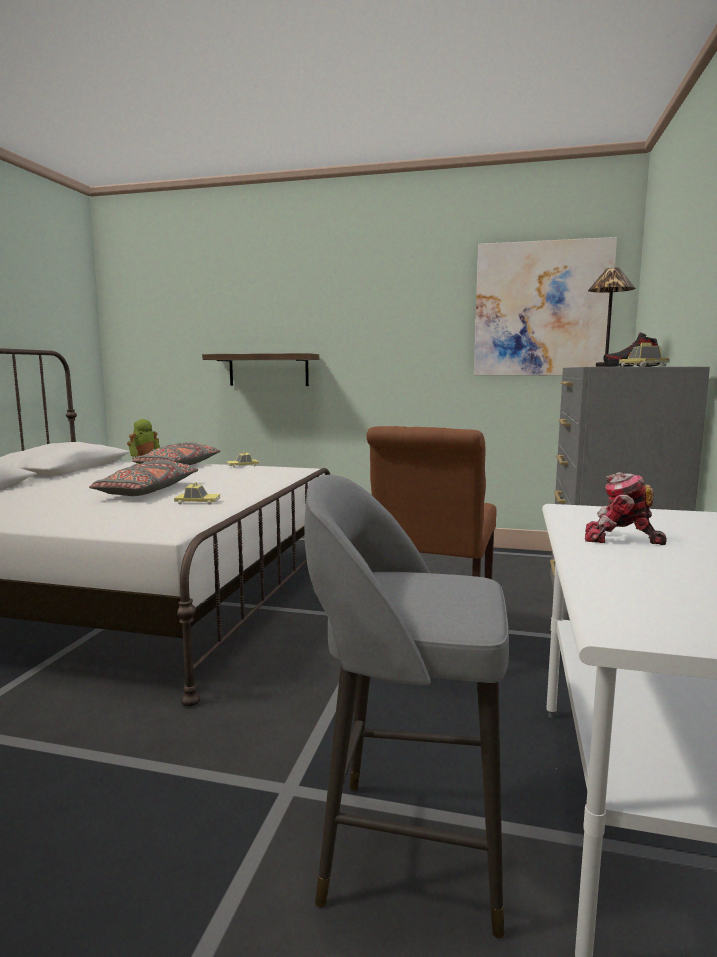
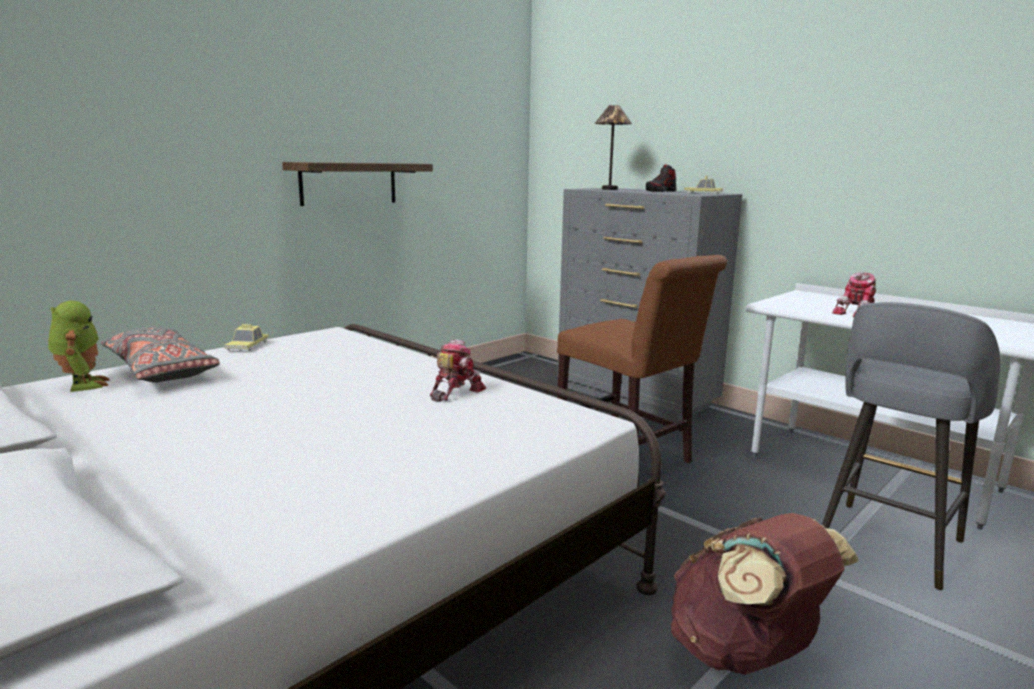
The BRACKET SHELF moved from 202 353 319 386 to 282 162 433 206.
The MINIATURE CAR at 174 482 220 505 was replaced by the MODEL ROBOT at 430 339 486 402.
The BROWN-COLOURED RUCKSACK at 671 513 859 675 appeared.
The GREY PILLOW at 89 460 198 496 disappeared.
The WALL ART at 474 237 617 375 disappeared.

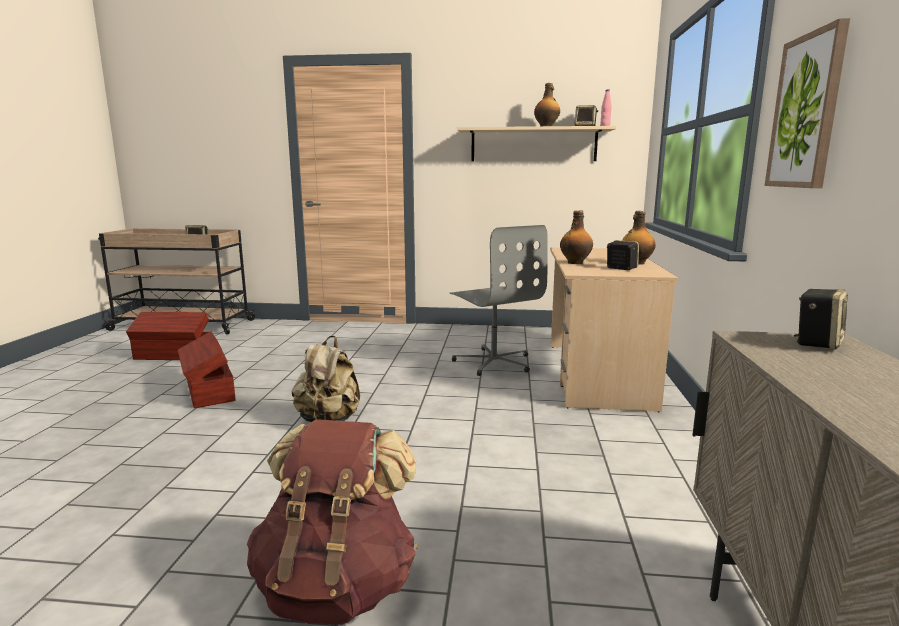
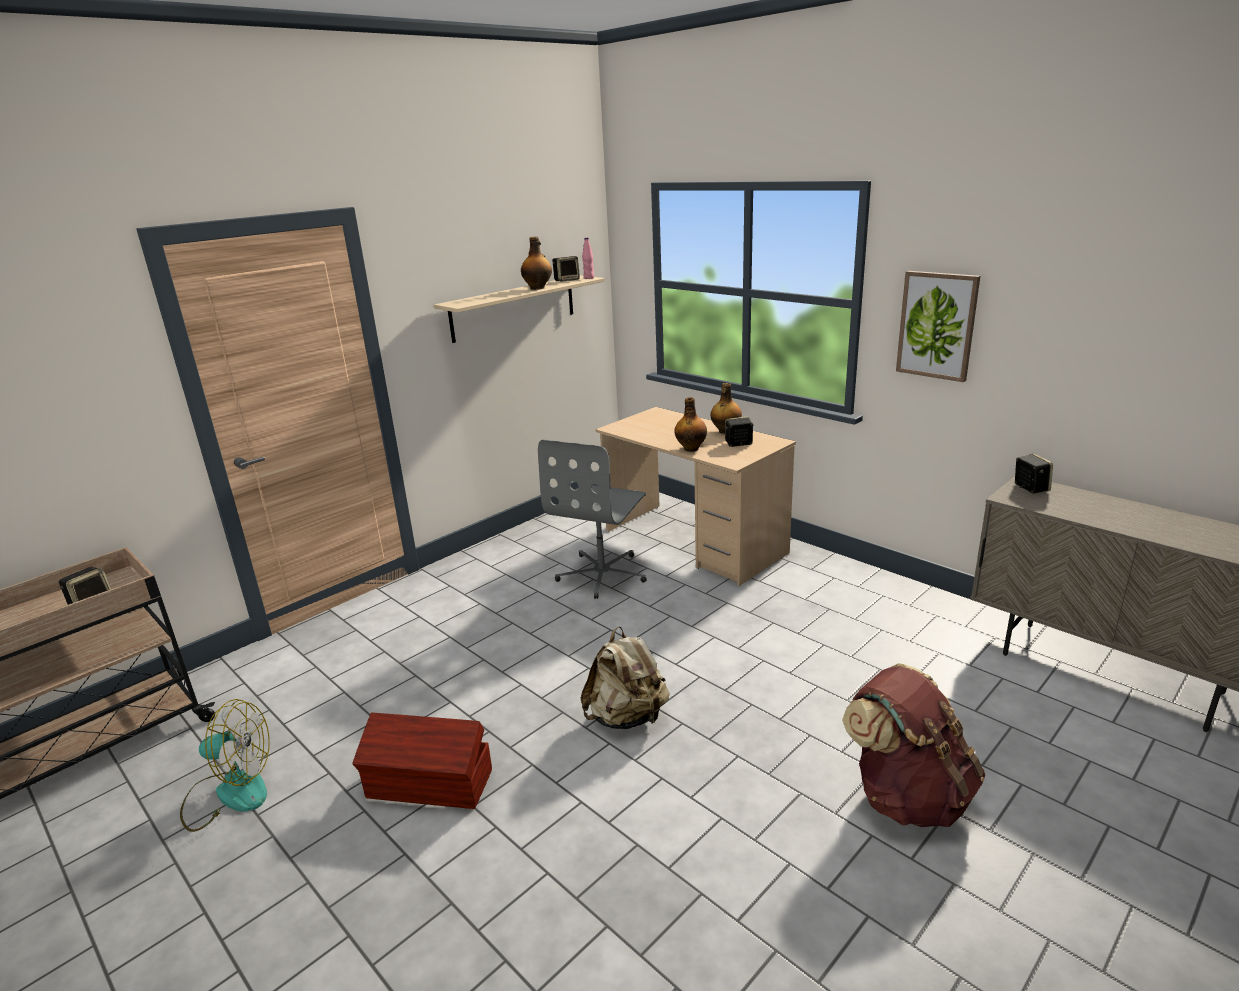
The BROWN-COLOURED STORAGE BOX at 126 312 209 360 was replaced by the ELECTRIC FAN at 180 699 270 832.
The GREY DESK CHAIR at 450 225 548 376 turned 105 degrees clockwise.

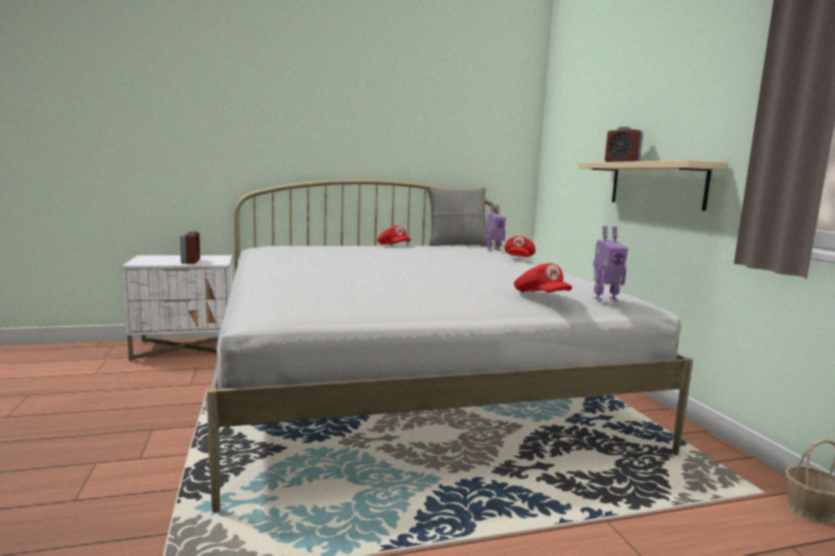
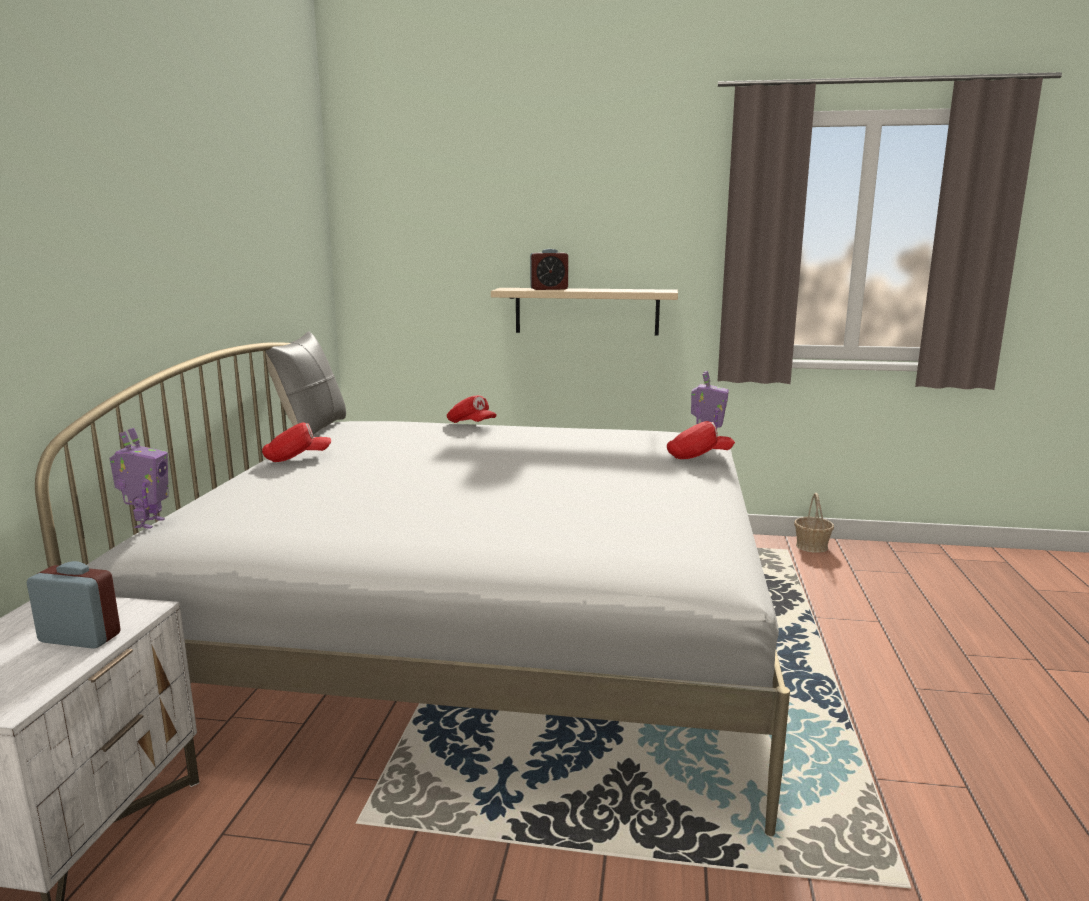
The MODEL ROBOT moved from 486 205 506 251 to 109 428 168 529.

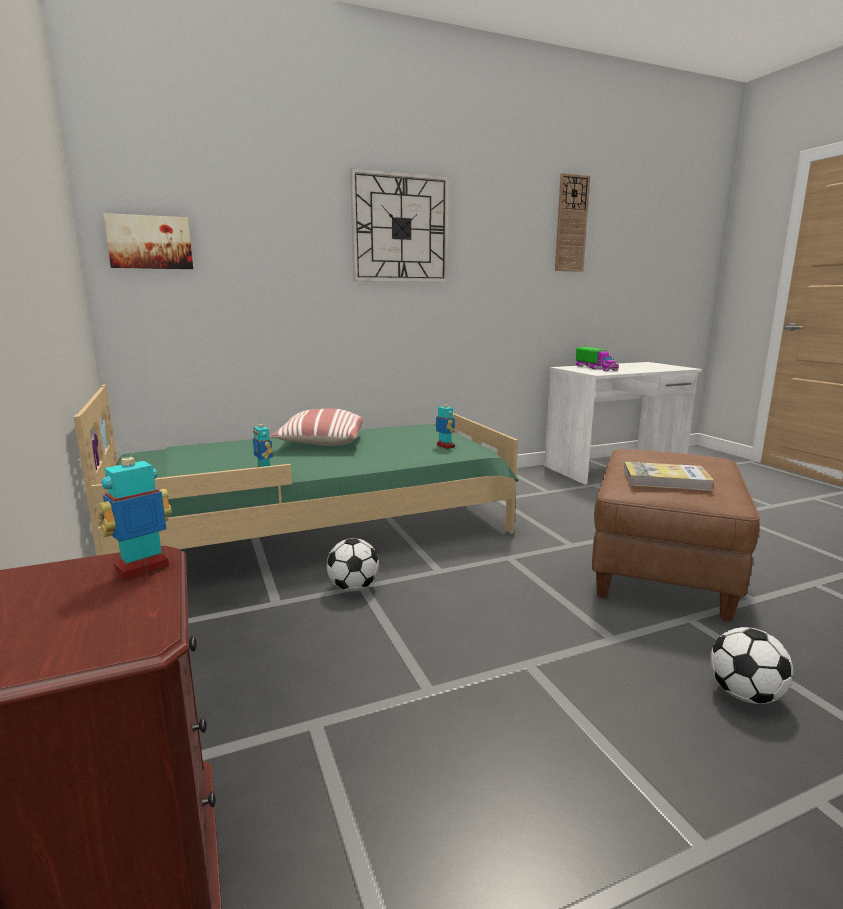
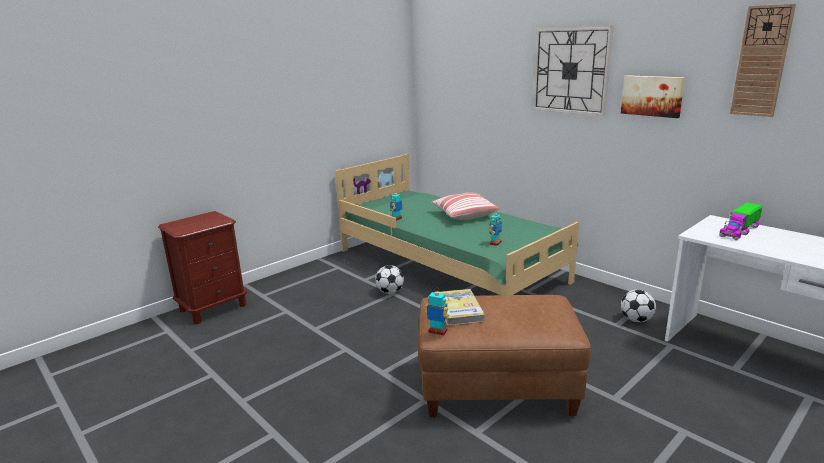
The MODEL ROBOT moved from 99 444 172 580 to 425 287 449 336.
The WALL ART moved from 103 213 193 269 to 621 75 685 118.
The FOOTBALL BALL moved from 710 627 794 704 to 621 290 656 322.

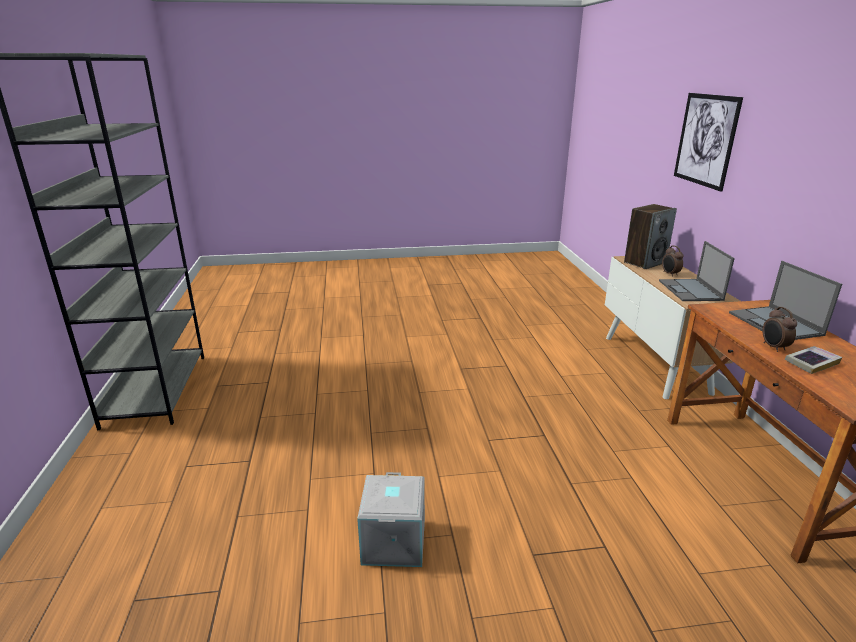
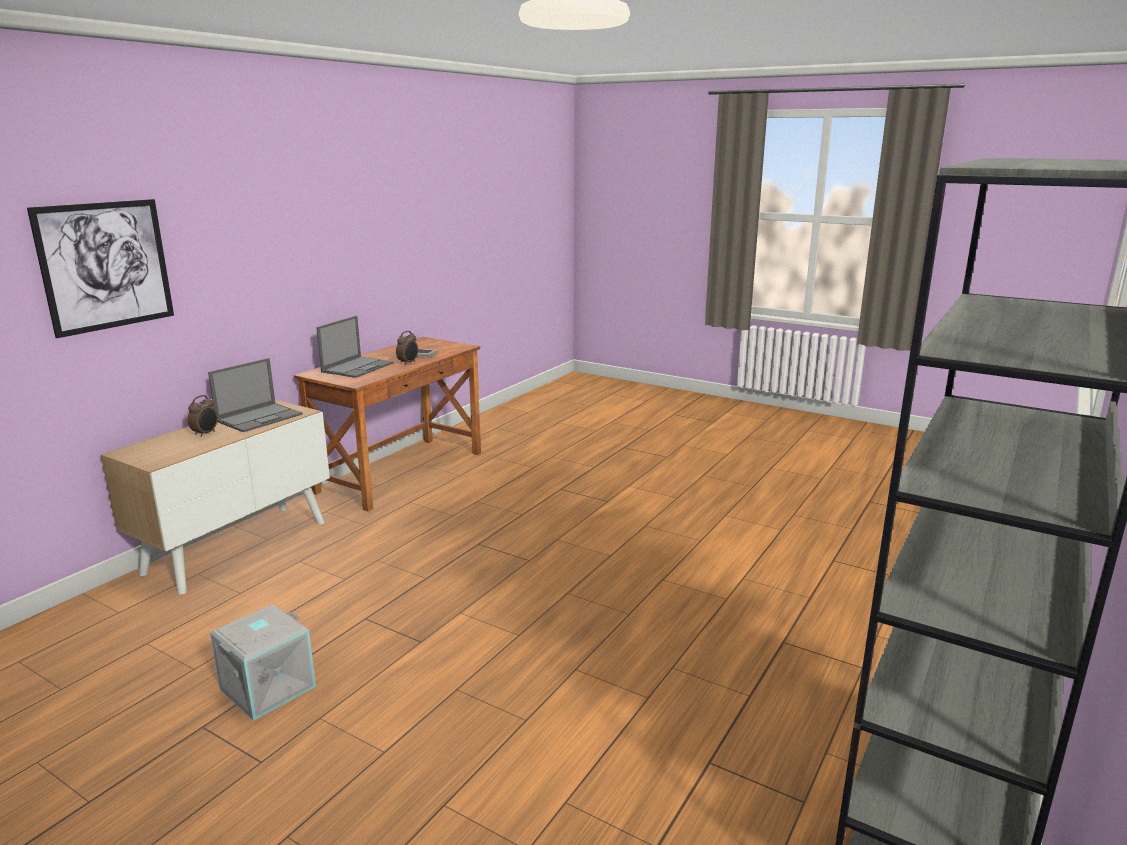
The GREY STORAGE BOX moved from 357 472 425 567 to 210 604 316 721.
The AUDIO SPEAKER at 624 204 677 269 disappeared.

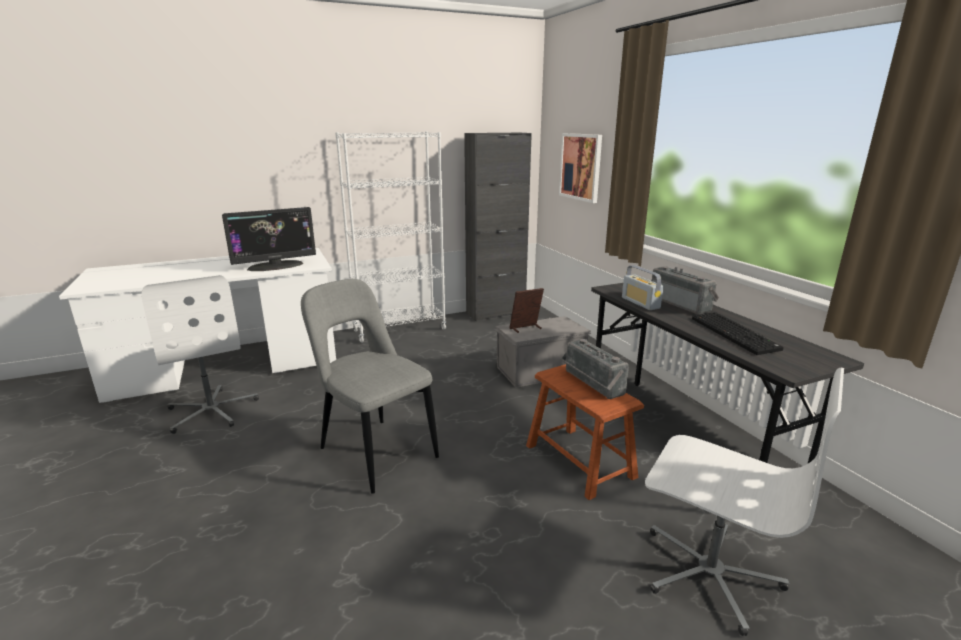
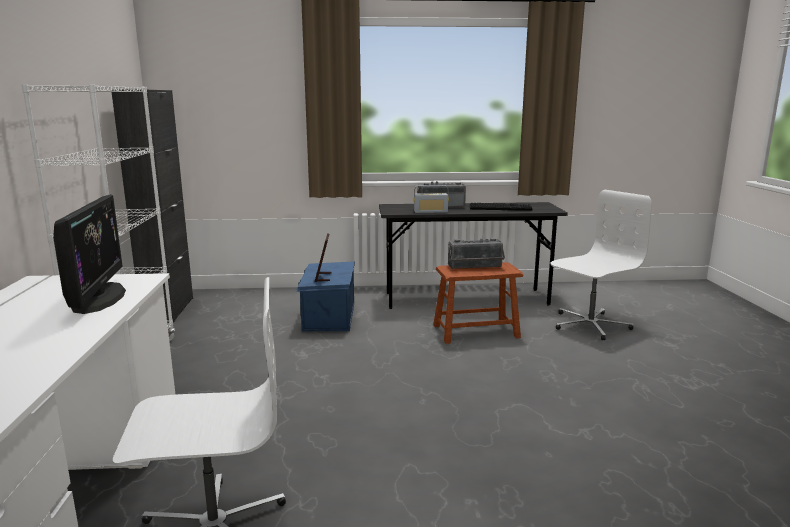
The GREY STORAGE BOX at 494 316 591 388 became the BLUISH STORAGE BOX at 296 261 355 331.
The GREY CHAIR at 301 279 439 494 disappeared.
The WALL ART at 559 133 602 203 disappeared.

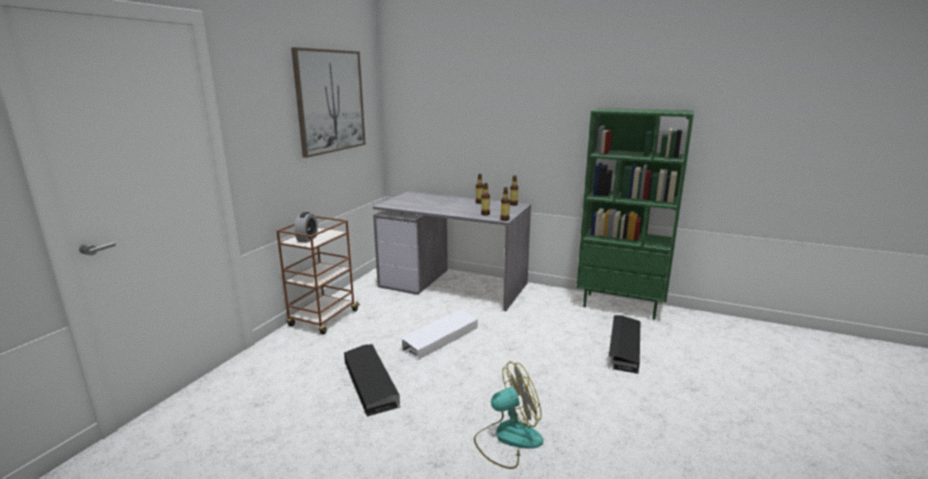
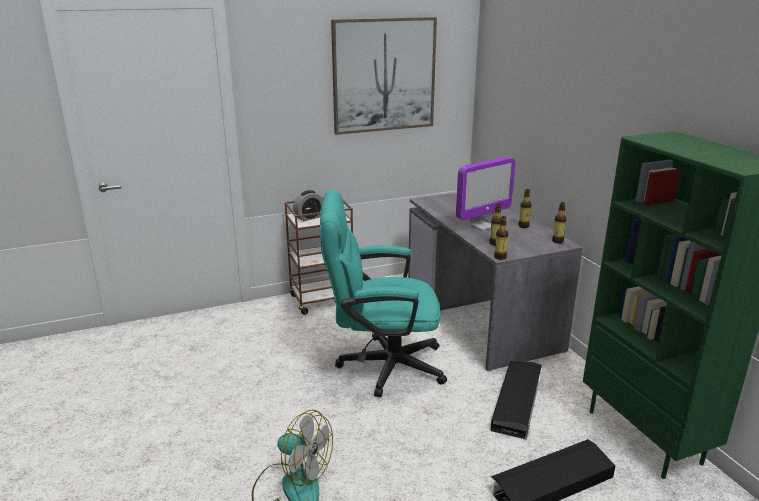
The WHITE STORAGE BOX at 399 309 478 360 was replaced by the TURQUOISE DESK CHAIR at 320 190 447 397.
The COMPUTER SCREEN at 456 157 515 231 appeared.
The BLACK-COLOURED STORAGE BOX moved from 344 344 400 417 to 490 361 542 440.

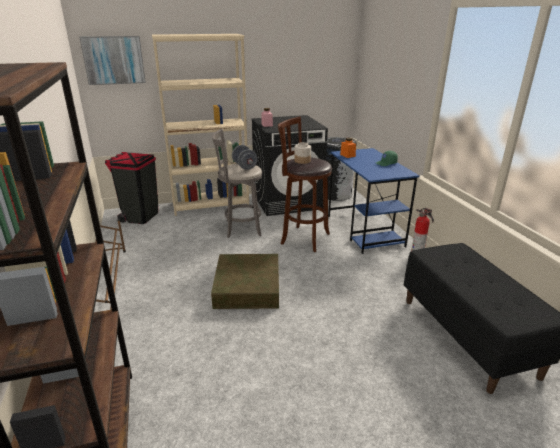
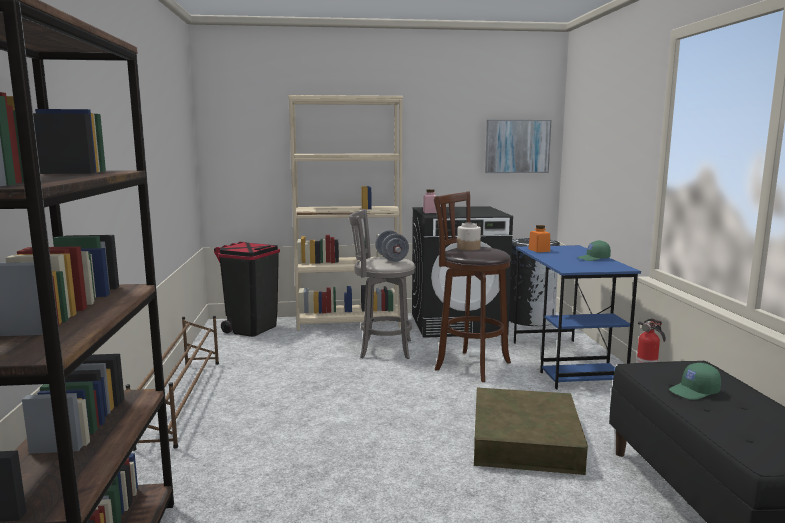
The BROWN-COLOURED STORAGE BOX moved from 211 254 279 309 to 474 388 588 475.
The WALL ART moved from 79 36 146 85 to 485 120 552 173.
The GREENISH BASEBALL CAP at 669 363 721 400 appeared.

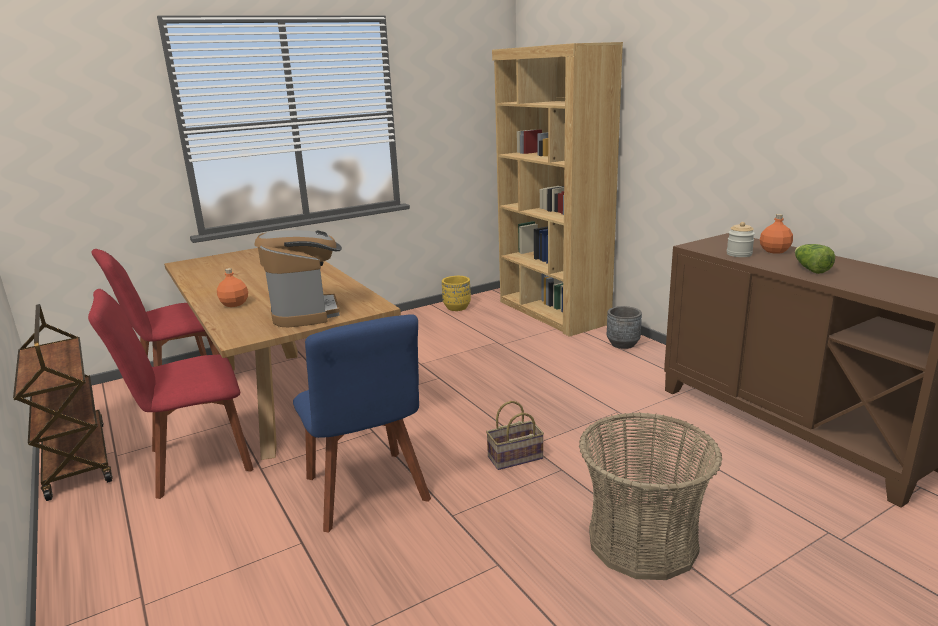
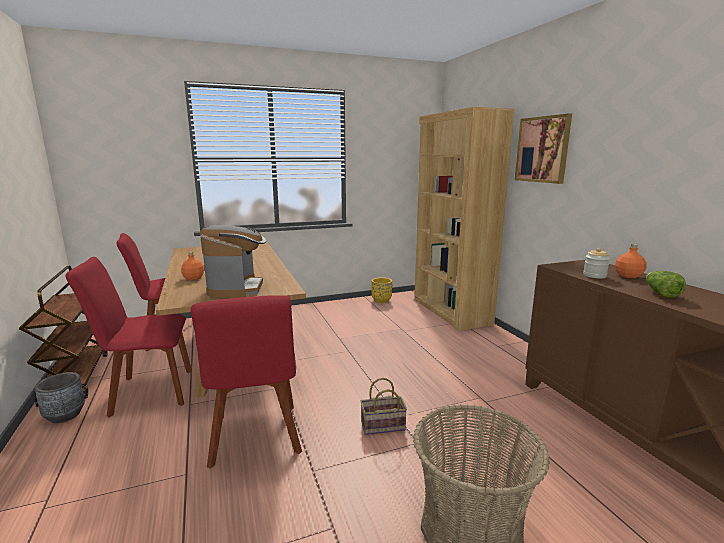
The GREY PLANTER moved from 607 306 642 349 to 34 372 85 423.
The BLUISH CHAIR at 293 314 431 533 became the REDDISH CHAIR at 191 296 302 469.
The WALL ART at 515 113 572 184 appeared.

